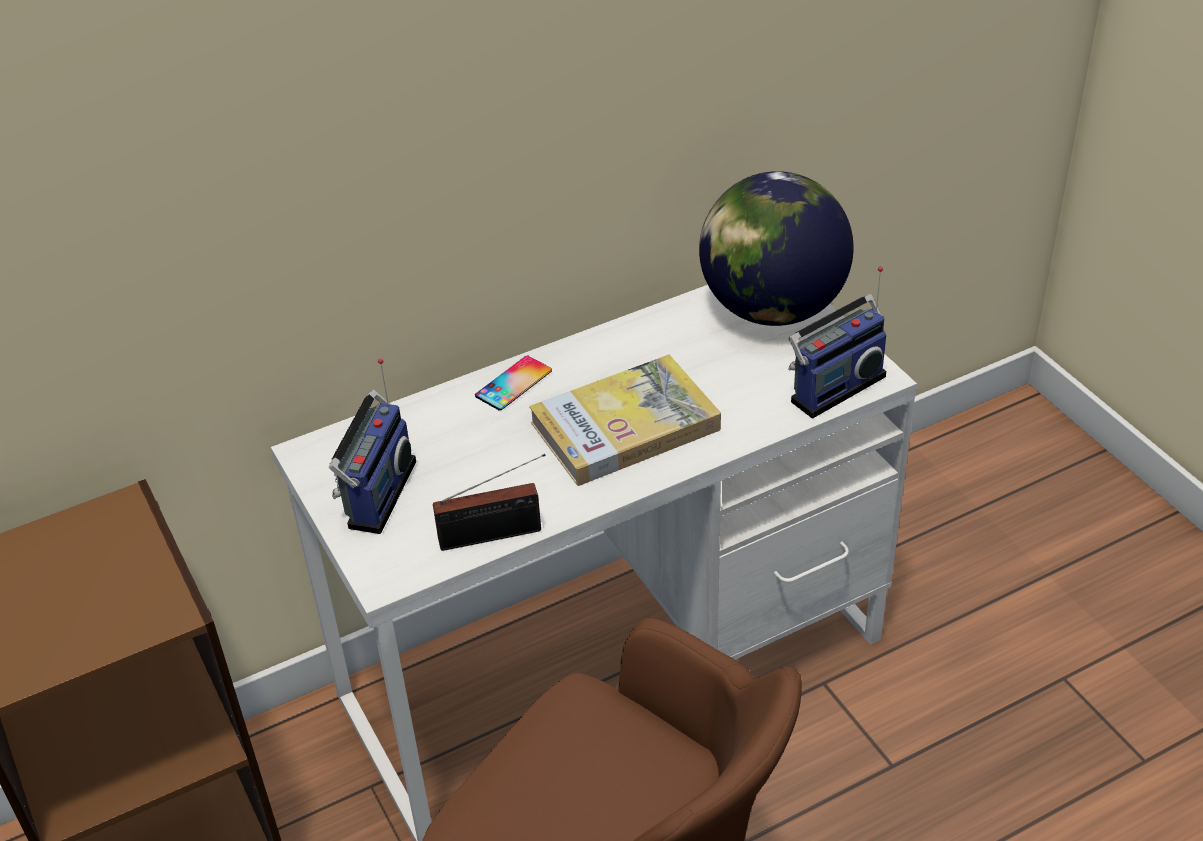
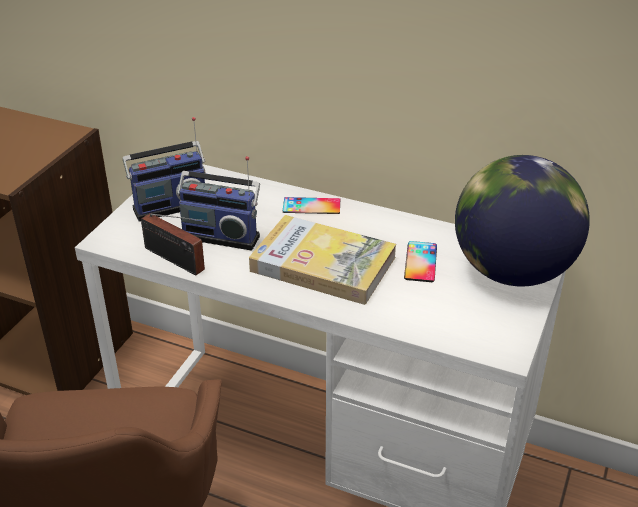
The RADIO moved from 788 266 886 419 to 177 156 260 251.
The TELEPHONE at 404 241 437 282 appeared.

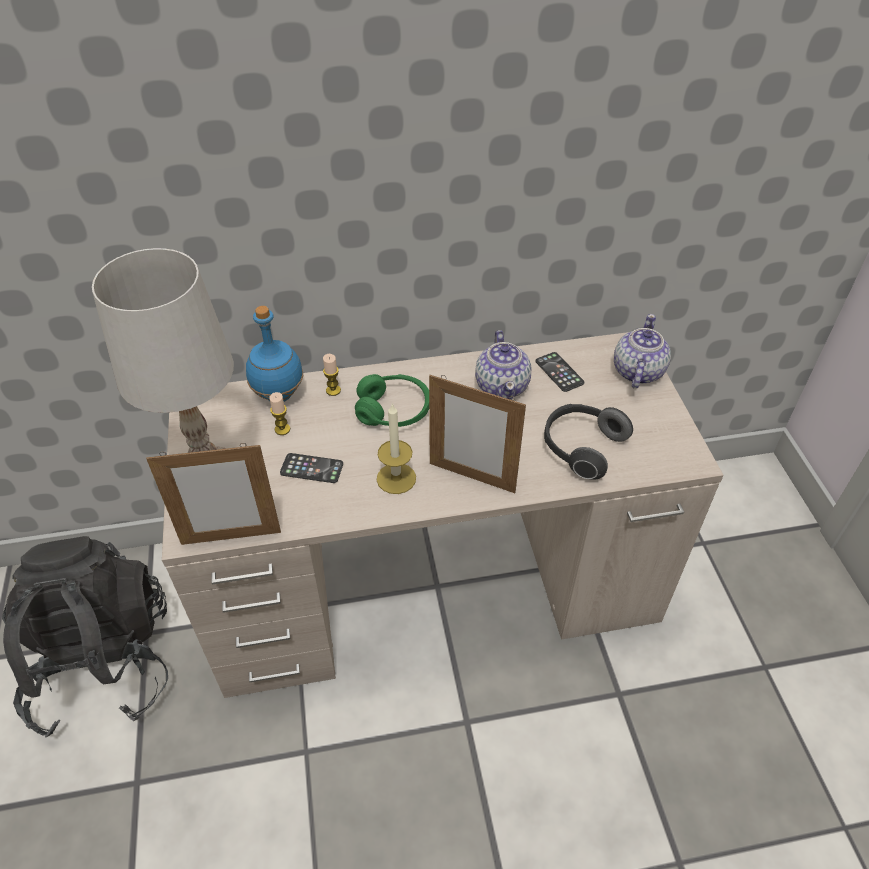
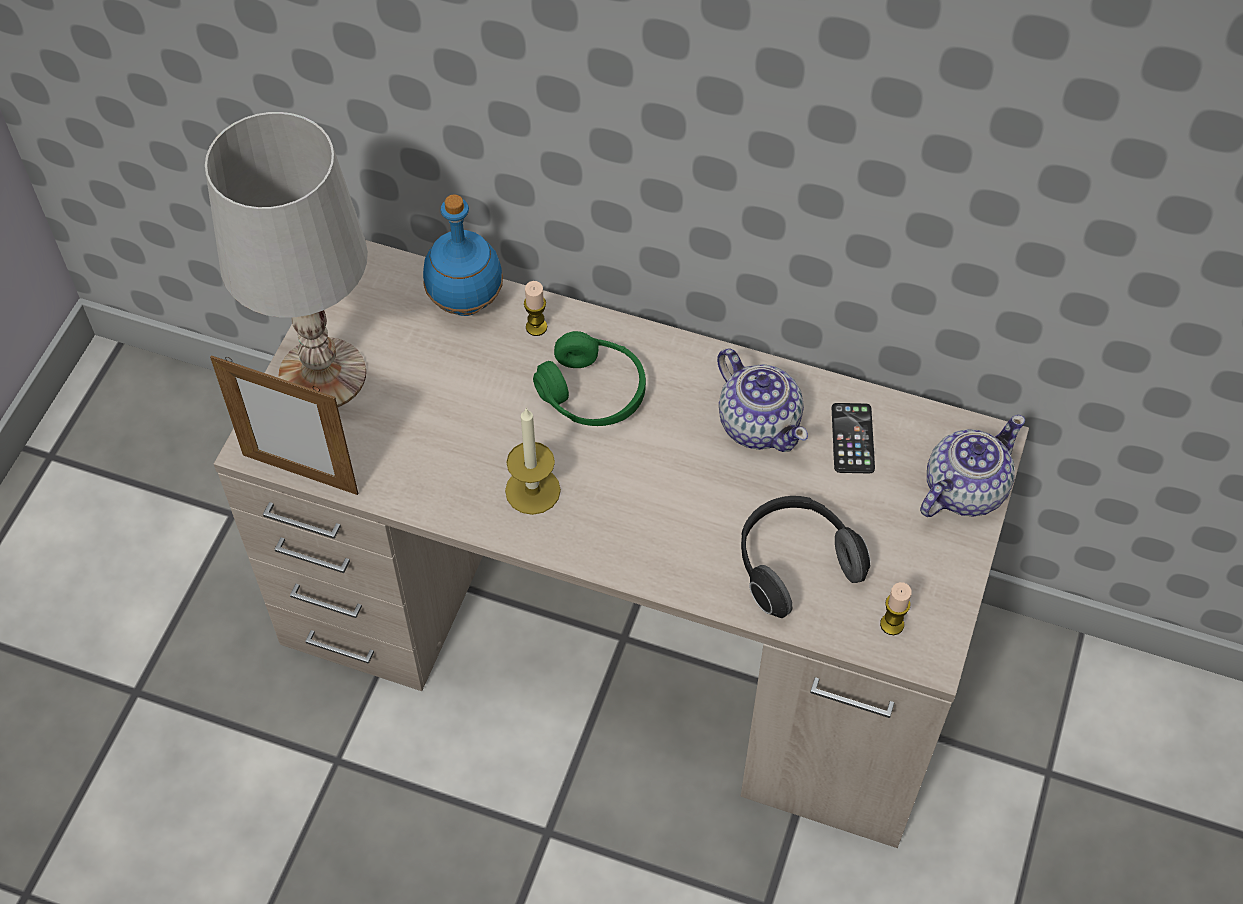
The POT FOR TEA at 475 330 531 400 turned 60 degrees counterclockwise.
The WAX LIGHT moved from 269 392 290 435 to 880 582 912 635.
The BLACK-COLOURED RUCKSACK at 2 536 168 737 disappeared.
The TELEPHONE at 280 453 343 483 disappeared.
The STANDING FRAME at 429 375 526 493 disappeared.

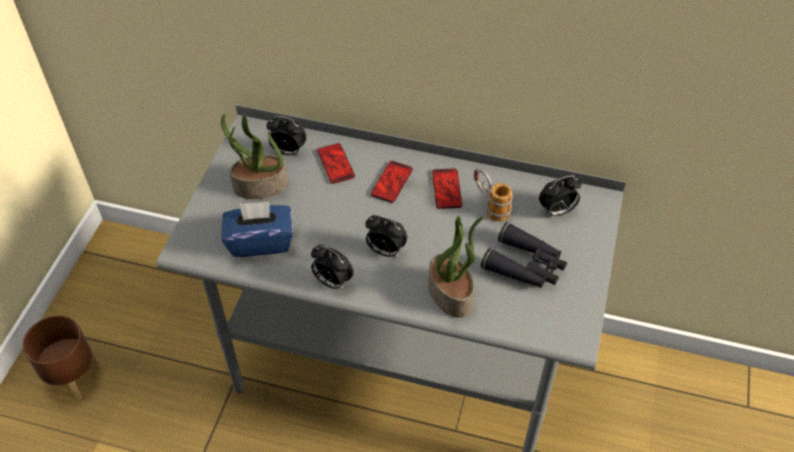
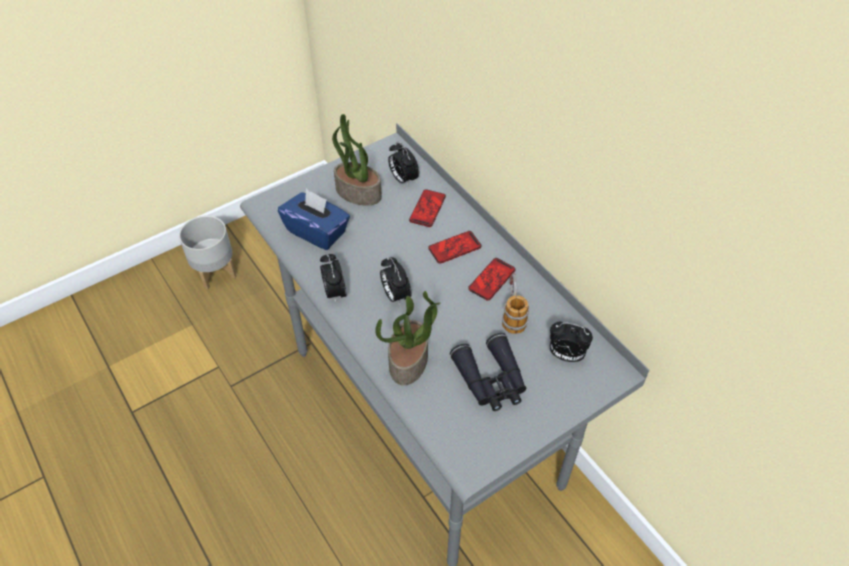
The BROWN-COLOURED PLANTER at 22 315 100 400 became the GREY PLANTER at 179 216 237 290.

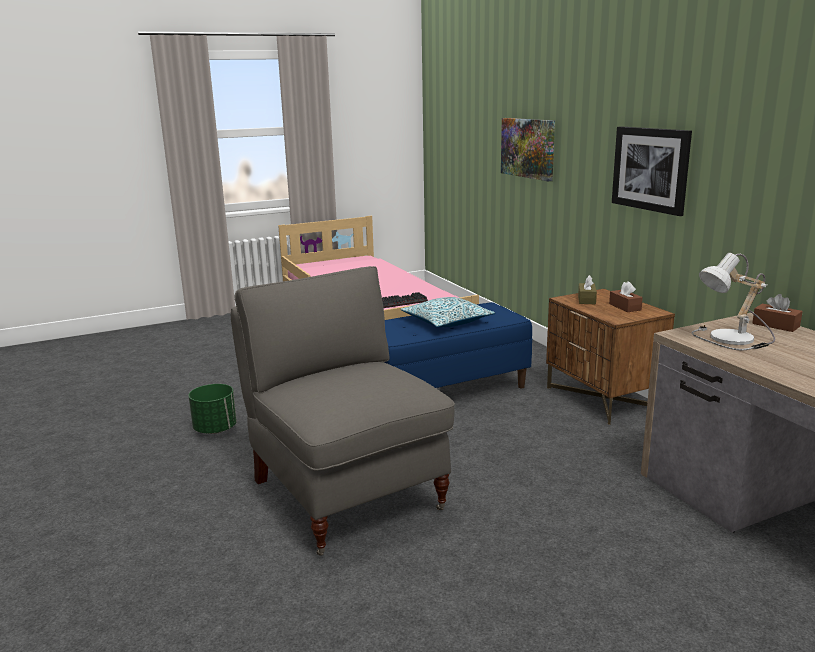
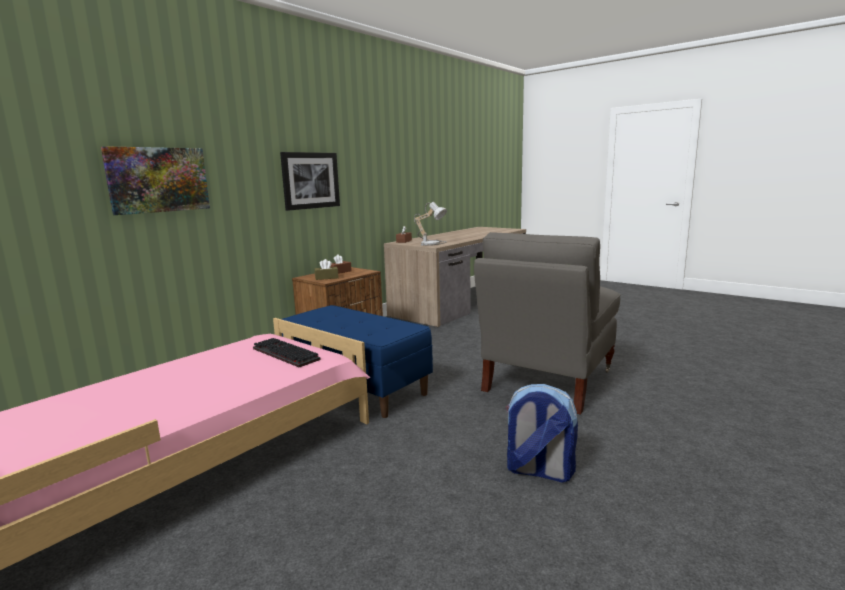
The GREENISH PLANTER at 188 384 237 434 was replaced by the RUCKSACK at 505 384 578 482.
The PILLOW at 401 297 495 327 disappeared.

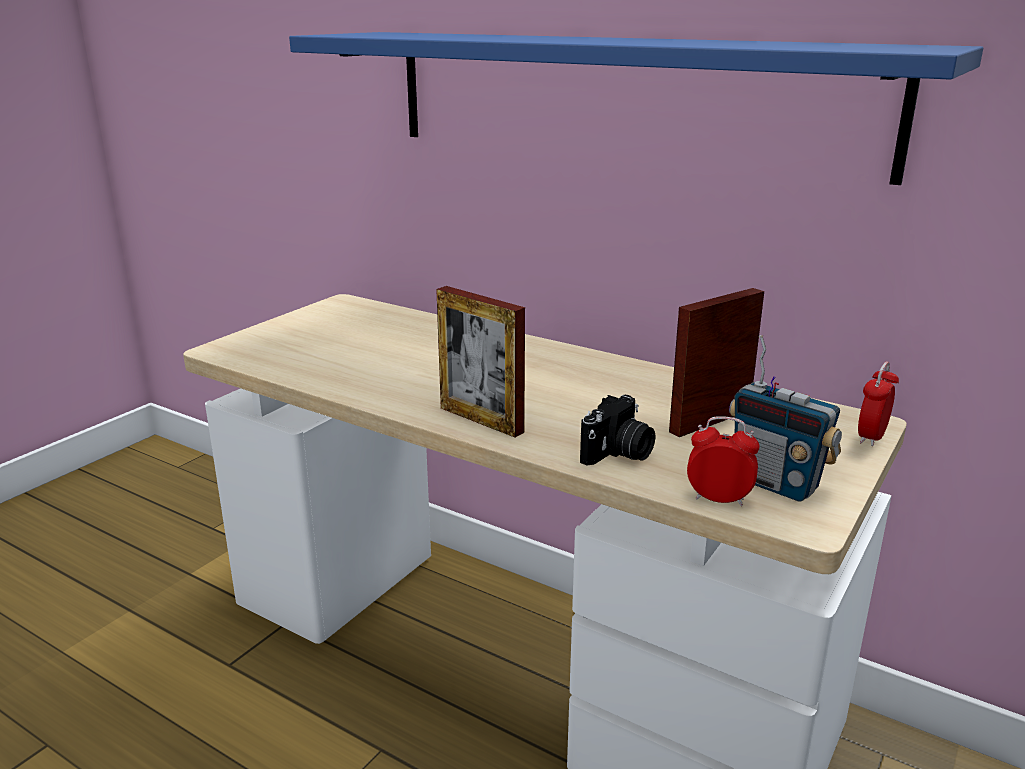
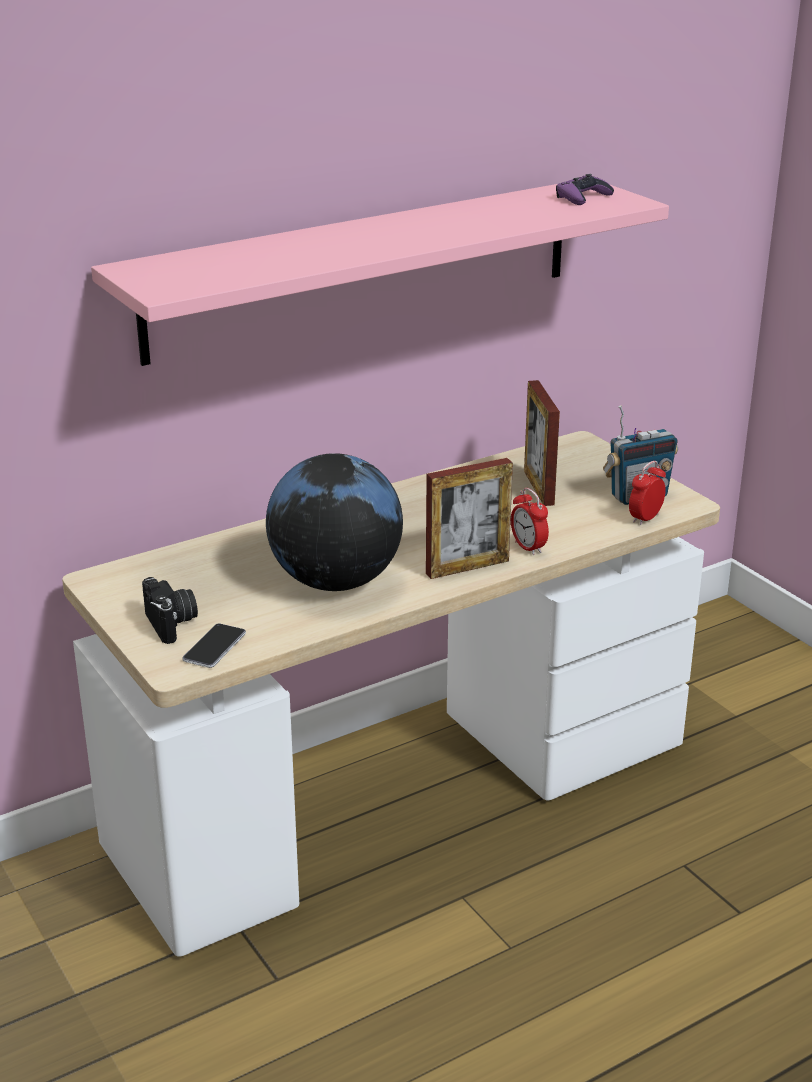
The BLUISH BRACKET SHELF at 289 32 983 185 became the PINK BRACKET SHELF at 91 184 669 366.
The PHOTO CAMERA moved from 580 395 655 465 to 142 577 198 644.
The TELEPHONE at 182 623 246 668 appeared.
The WORLD GLOBE at 266 453 403 591 appeared.
The TABLE CLOCK moved from 858 362 899 446 to 511 488 549 555.
The PURPLE GAMEPAD at 556 174 614 205 appeared.

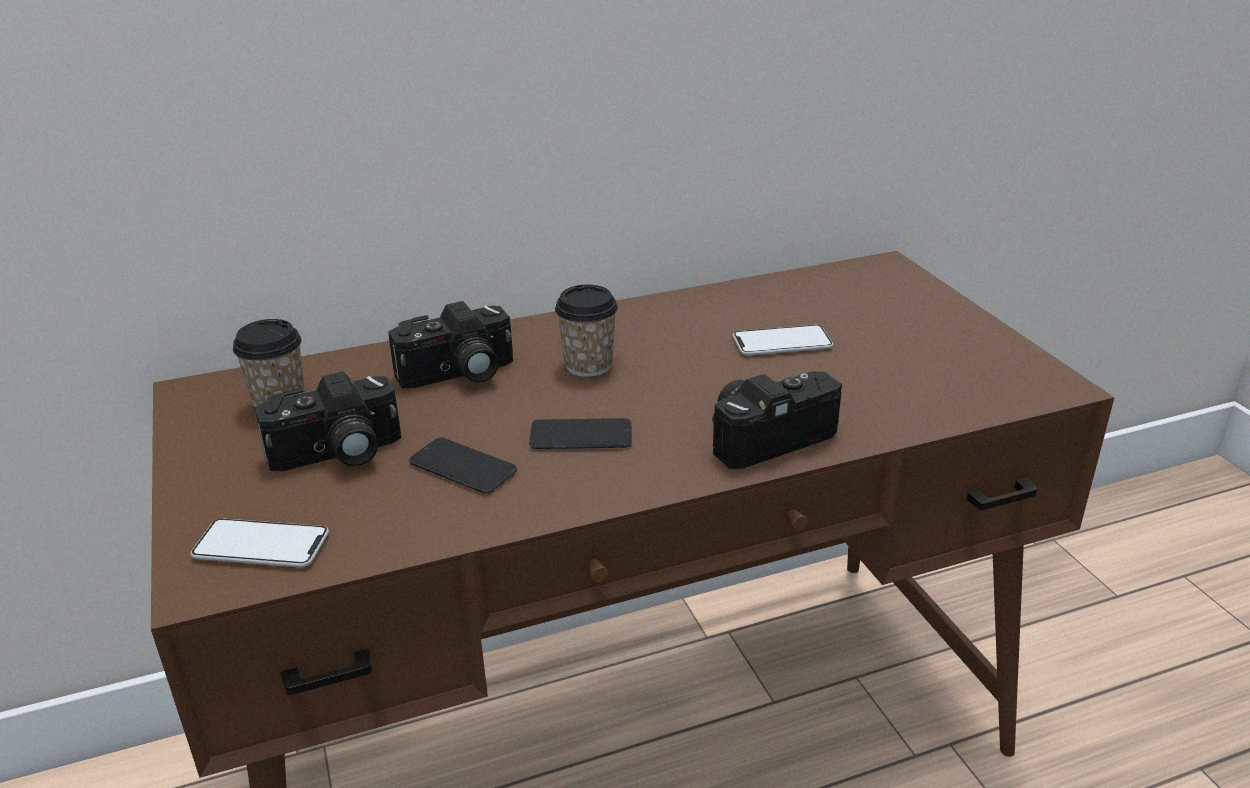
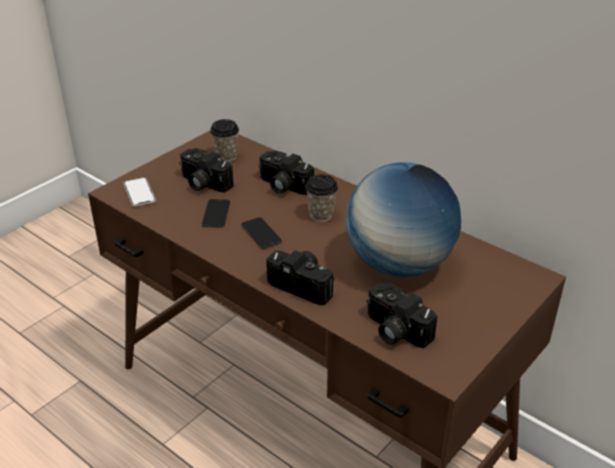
The TELEPHONE at 733 325 833 355 was replaced by the WORLD GLOBE at 346 162 461 277.
The PHOTO CAMERA at 366 283 437 348 appeared.

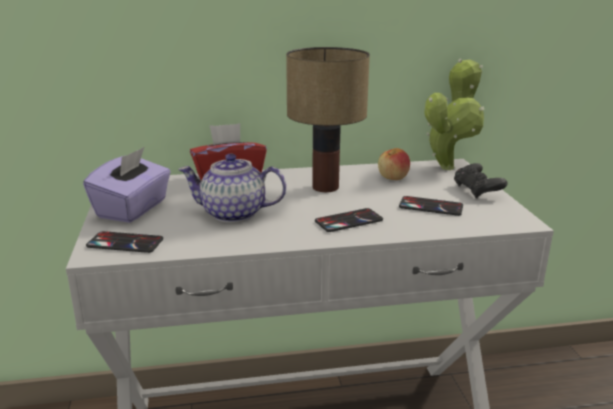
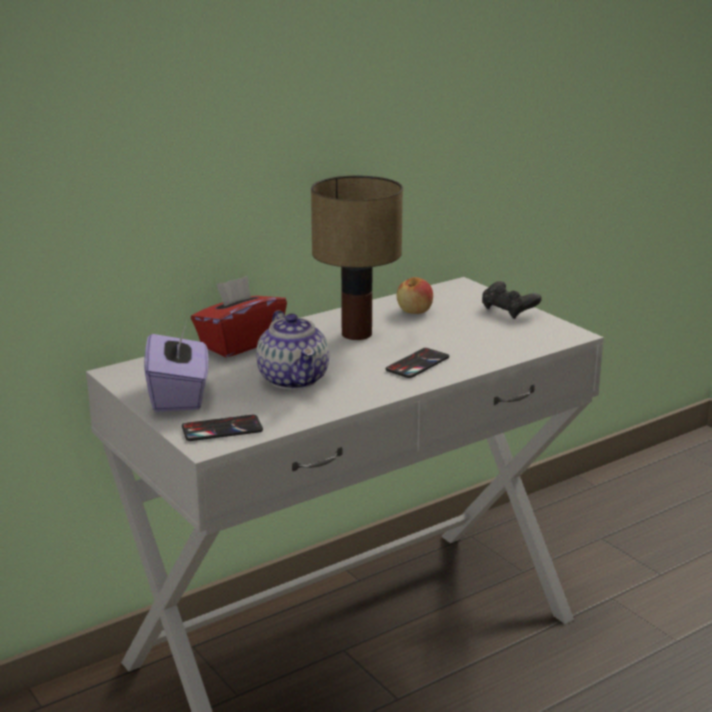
The POT FOR TEA at 178 153 286 223 turned 90 degrees counterclockwise.
The TELEPHONE at 399 196 463 216 disappeared.
The PLANT IN A POT at 424 58 484 170 disappeared.

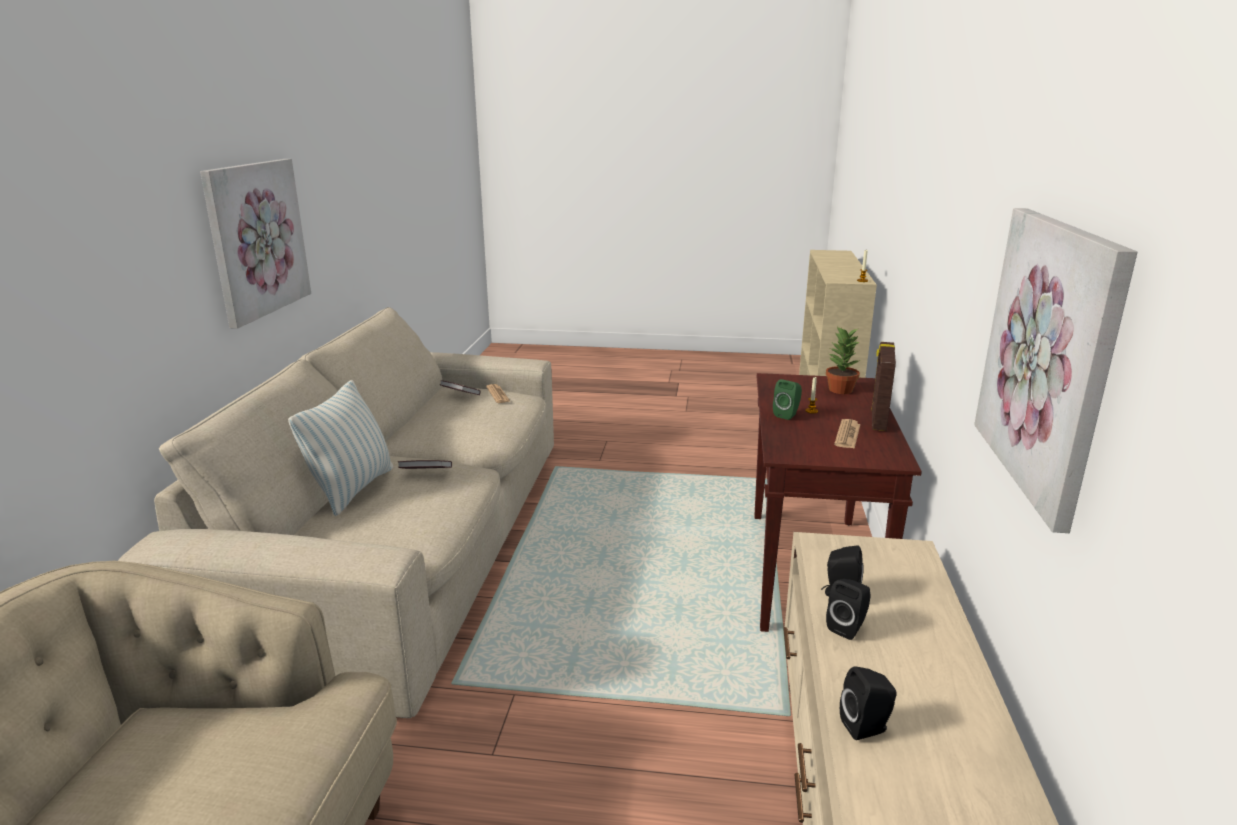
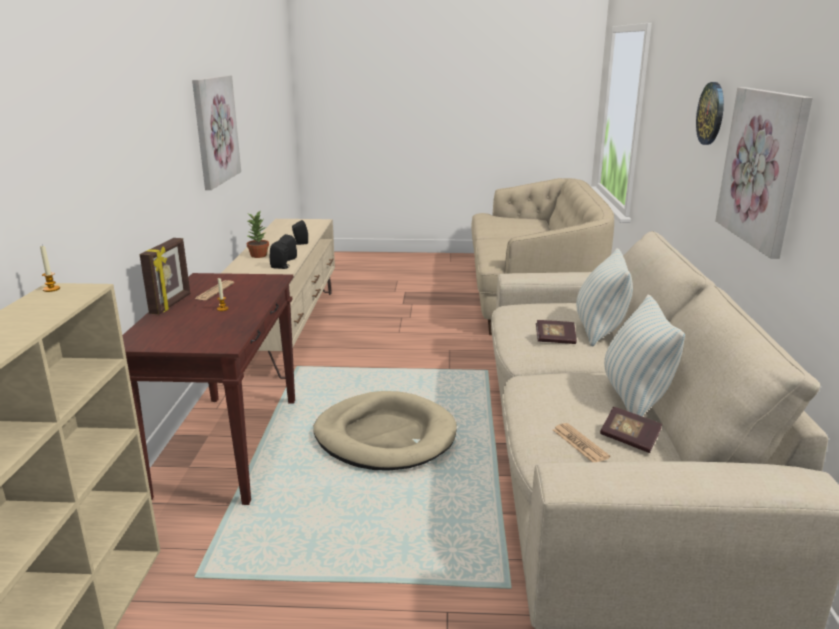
The PLANT IN A POT moved from 826 326 860 394 to 246 211 269 258.
The SAND-COLOURED DOG BED at 313 391 457 470 appeared.
The PILLOW at 604 294 685 416 appeared.
The WALL CLOCK at 696 82 724 145 appeared.
The GREENISH AUDIO SPEAKER at 773 379 802 420 disappeared.

